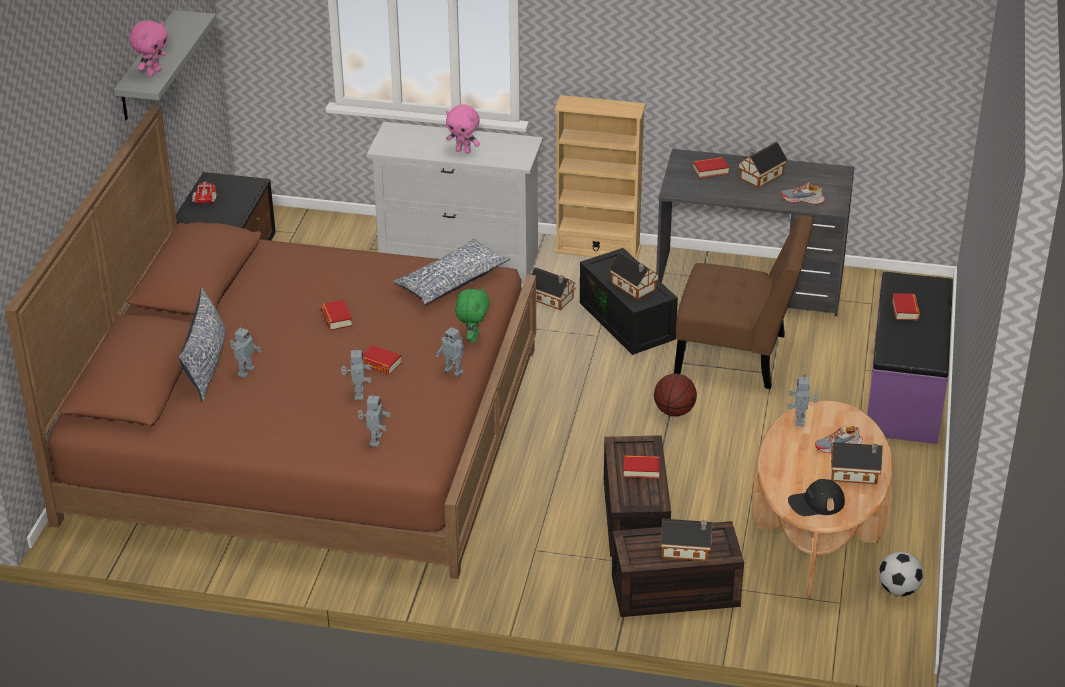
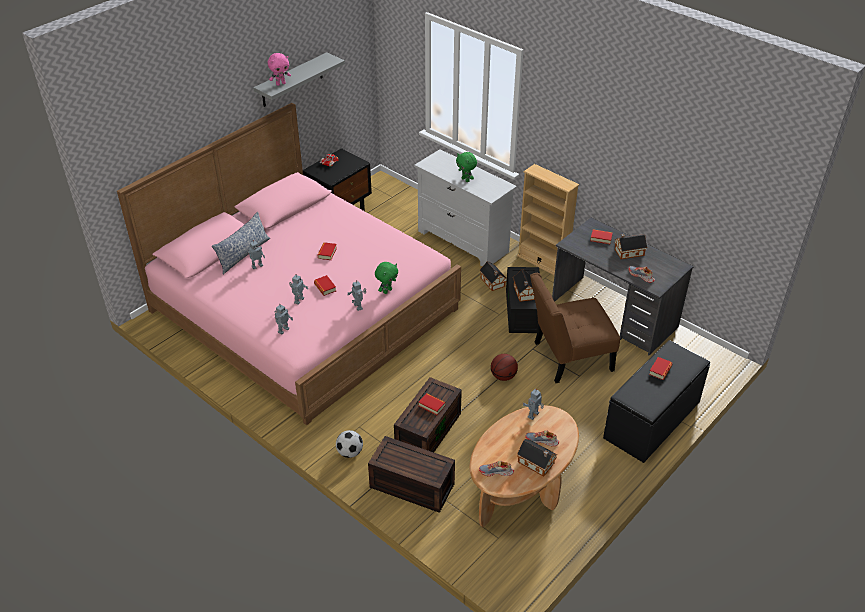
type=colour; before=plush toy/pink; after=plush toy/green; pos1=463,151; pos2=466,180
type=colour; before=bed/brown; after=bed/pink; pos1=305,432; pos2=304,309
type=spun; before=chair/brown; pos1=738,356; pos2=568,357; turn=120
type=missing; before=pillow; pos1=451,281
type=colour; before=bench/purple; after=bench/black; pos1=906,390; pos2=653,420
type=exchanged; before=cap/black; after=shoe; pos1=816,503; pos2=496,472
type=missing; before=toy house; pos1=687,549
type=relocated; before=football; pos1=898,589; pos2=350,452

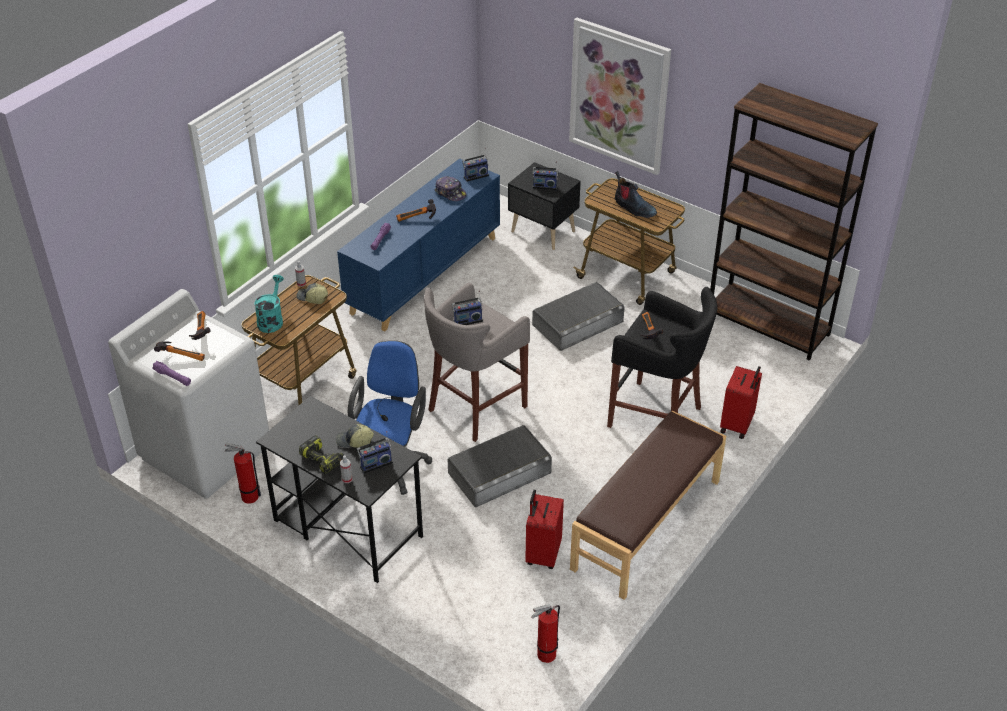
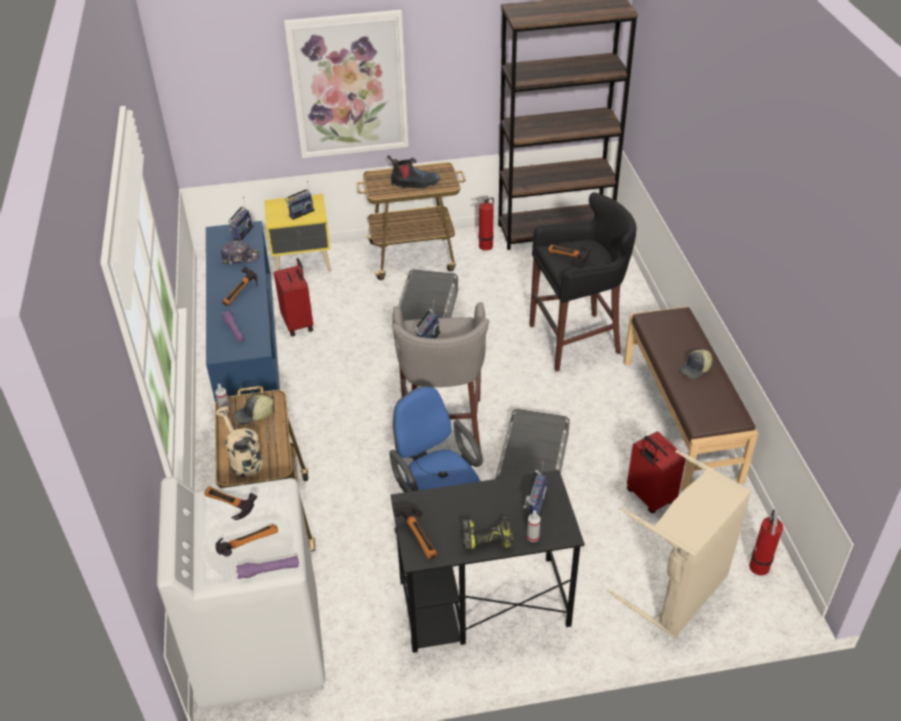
type=colour; before=nightstand/black; after=nightstand/yellow; pos1=543,232; pos2=303,263
type=colour; before=watering can/turquoise; after=watering can/beige; pos1=271,320; pos2=243,459
type=relocated; before=suitcase/red; pos1=737,425; pos2=298,324
type=relocated; before=cap; pos1=354,441; pos2=695,369
type=relocated; before=fire extinguisher; pos1=247,496; pos2=484,247
type=appeared; after=laundry basket/beige; pos2=678,592
type=appeared; after=hammer; pos2=421,537

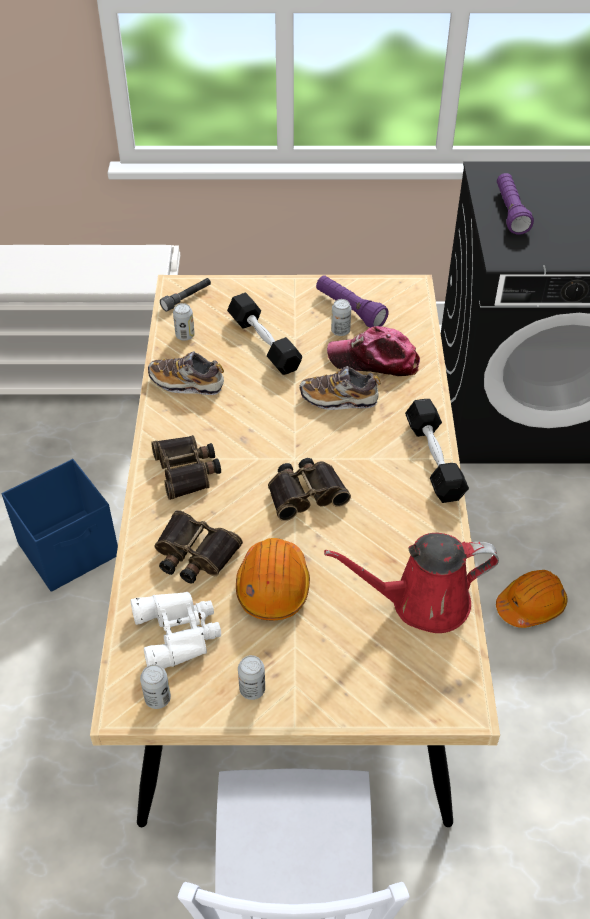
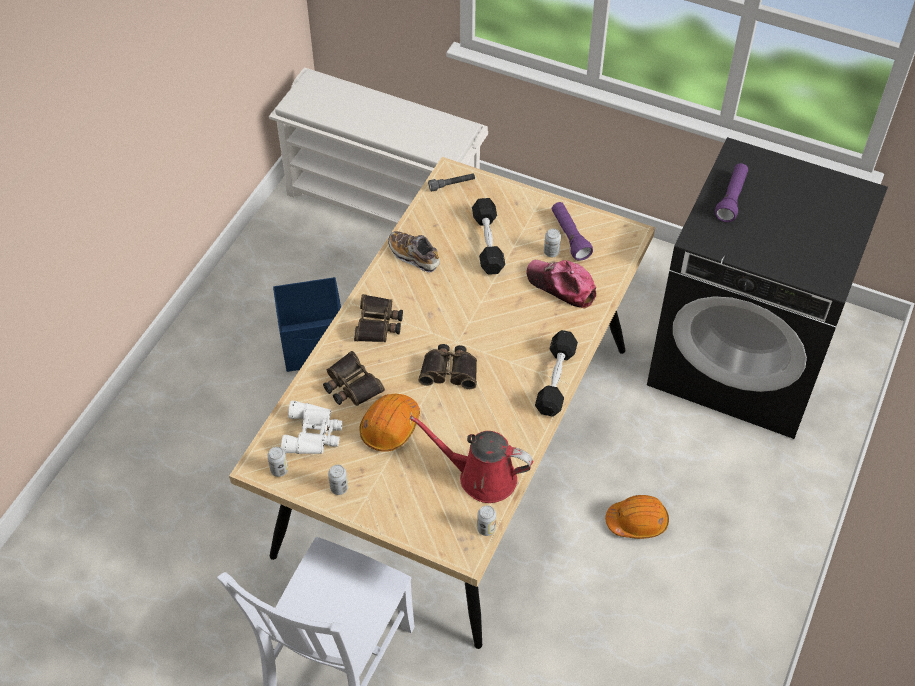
type=relocated; before=can; pos1=185,335; pos2=486,529
type=missing; before=shoe; pos1=339,399

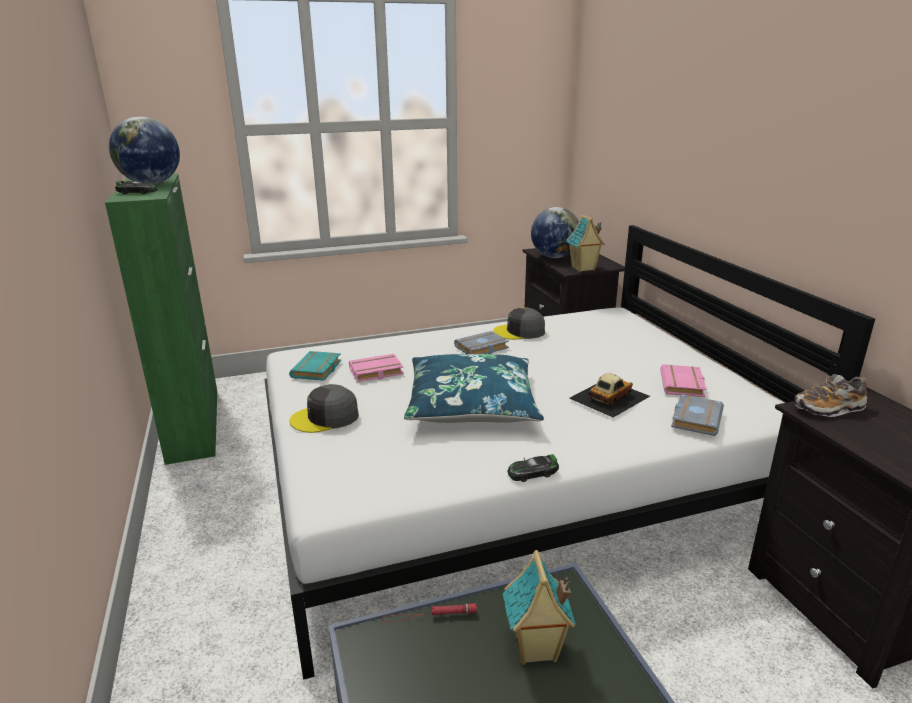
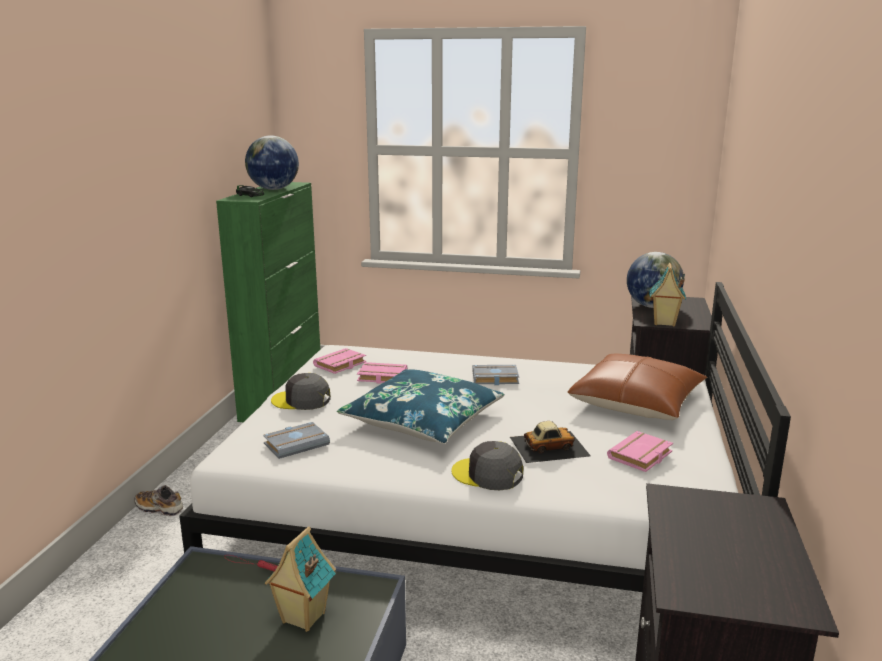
type=relocated; before=cap/grey; pos1=520,332; pos2=487,474
type=colour; before=book/turquoise; after=book/pink; pos1=317,370; pos2=340,365
type=relocated; before=shoe; pos1=828,409; pos2=159,509
type=relocated; before=book/grey; pos1=694,418; pos2=297,444
type=missing; before=toy car; pos1=533,472
type=appeared; after=pillow/brown; pos2=637,402

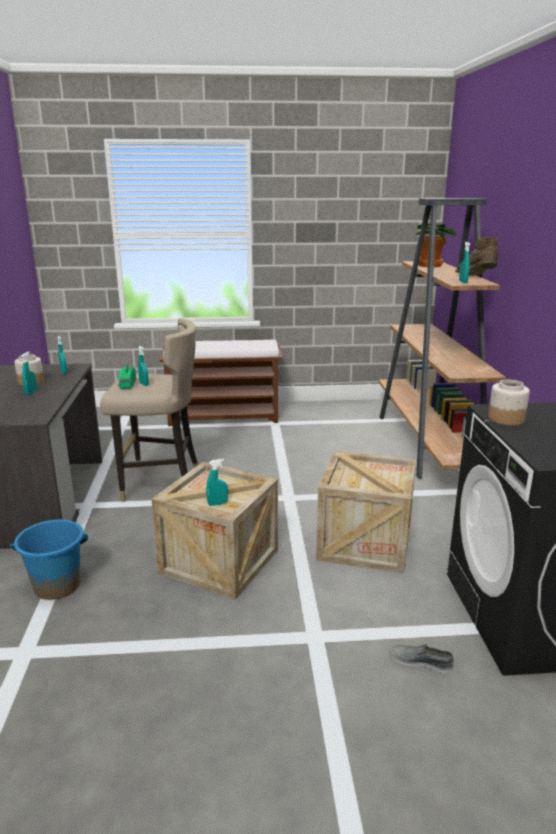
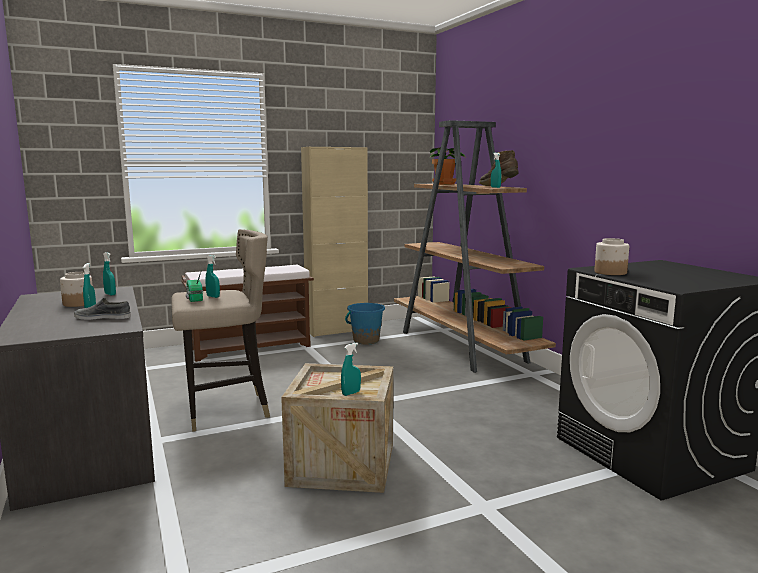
type=missing; before=crate; pos1=365,543
type=relocated; before=bucket/blue; pos1=57,586; pos2=366,340
type=relocated; before=shoe/grey; pos1=420,661; pos2=103,317
type=appeared; after=cabinet/beige; pos2=336,330

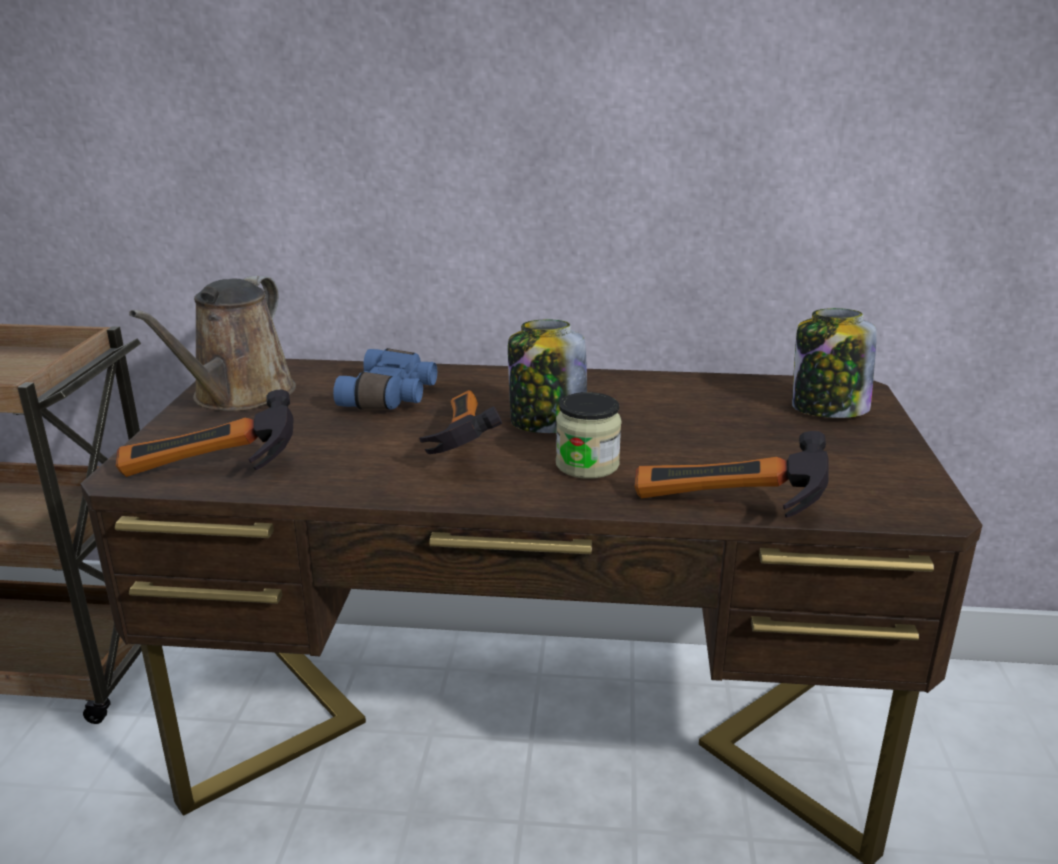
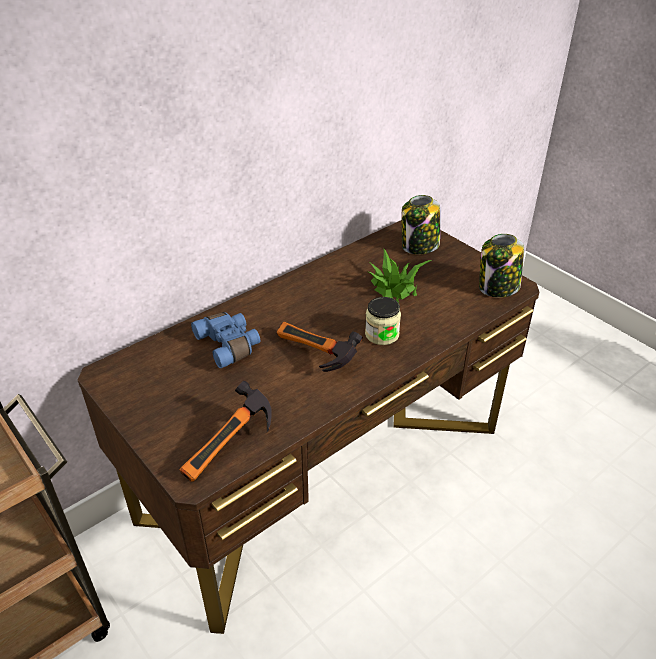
type=missing; before=watering can/brown; pos1=238,396
type=relocated; before=jar; pos1=546,423; pos2=498,287
type=missing; before=hammer; pos1=726,510
type=appeared; after=potted plant; pos2=394,288

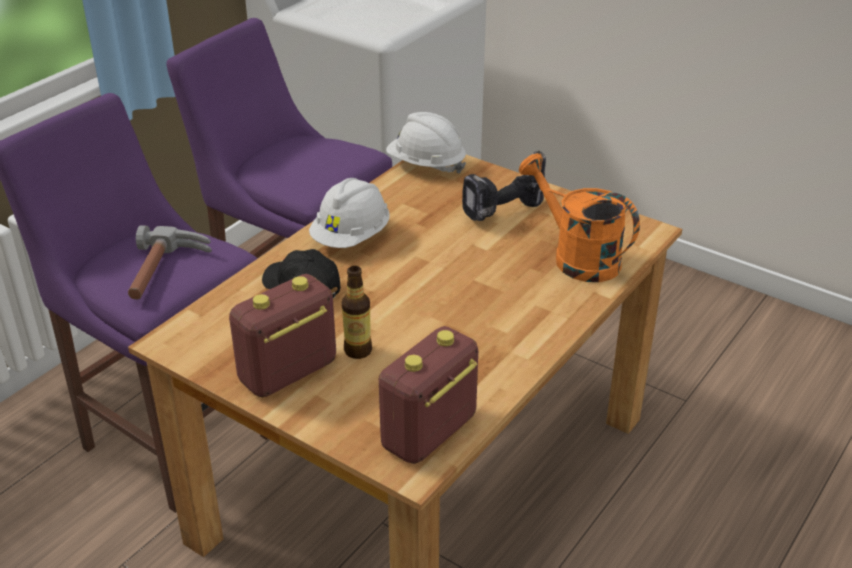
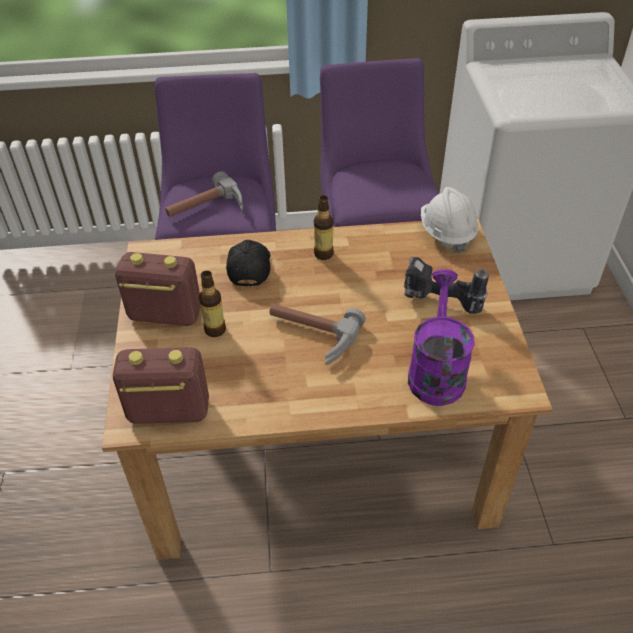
type=colour; before=watering can/orange; after=watering can/purple; pos1=576,257; pos2=436,370
type=exchanged; before=hard hat/white; after=bottle; pos1=351,237; pos2=323,254
type=appeared; after=hammer; pos2=310,336

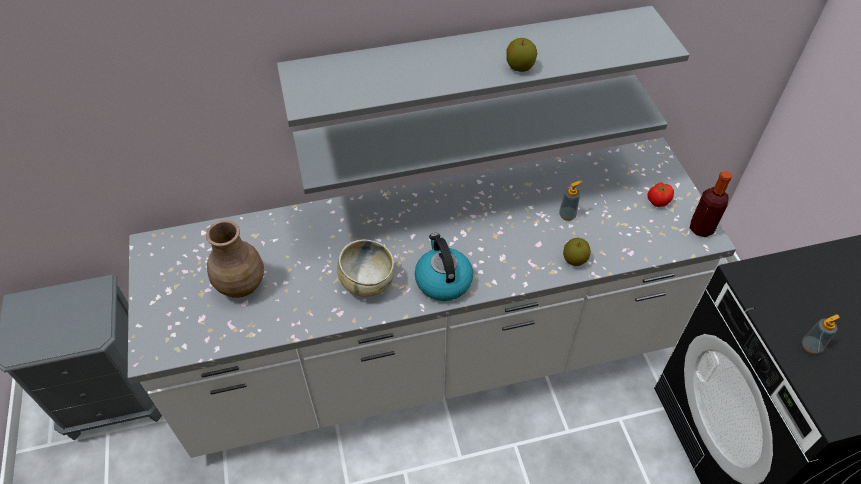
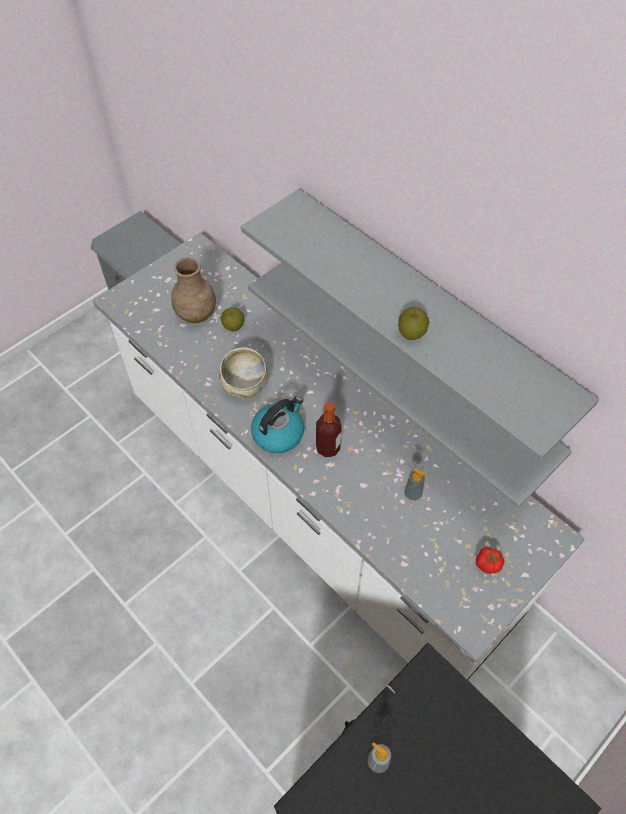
type=relocated; before=bottle; pos1=701,228; pos2=328,448
type=relocated; before=apple; pos1=574,260; pos2=233,326

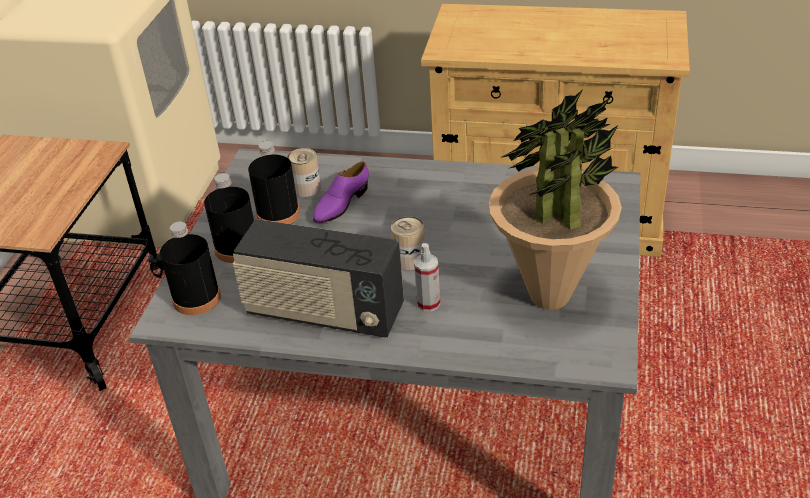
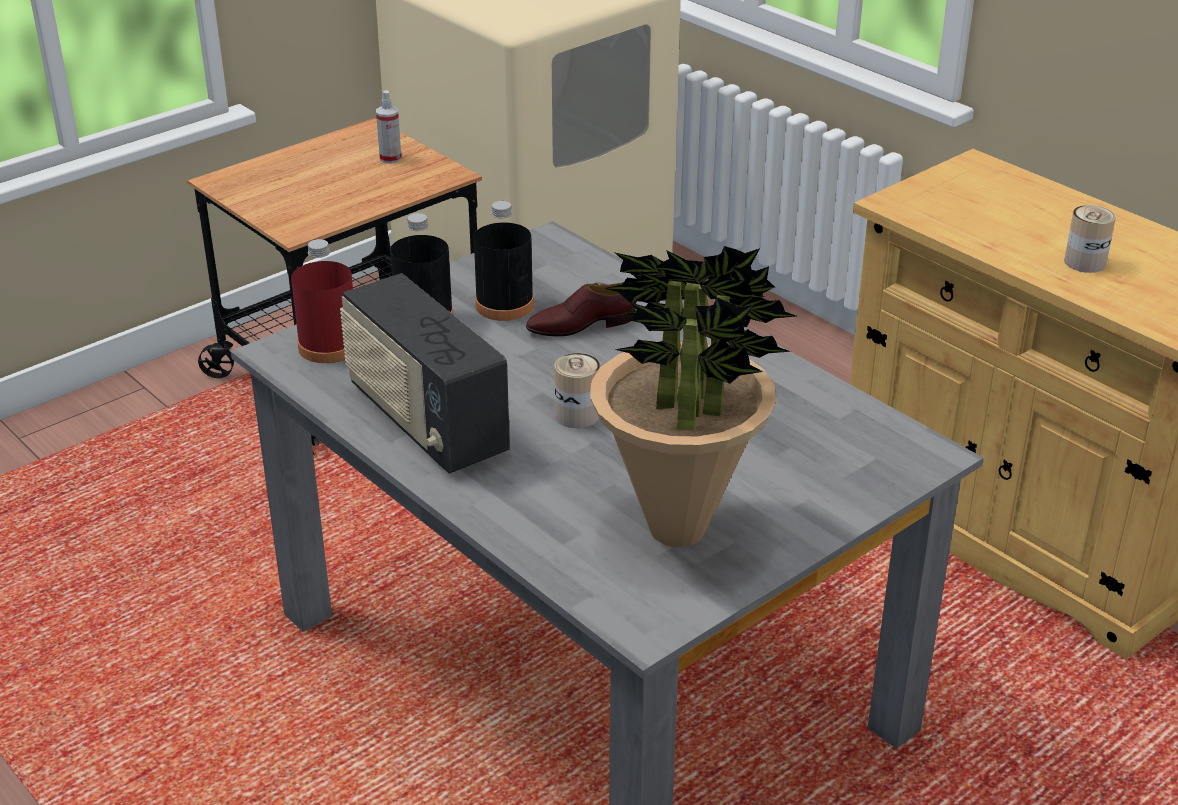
type=relocated; before=can; pos1=306,188; pos2=1085,262
type=colour; before=shoe/purple; after=shoe/brown; pos1=341,204; pos2=581,325
type=colour; before=bottle/black; after=bottle/red; pos1=196,298; pos2=328,346
type=relocated; before=spray bottle; pos1=428,303; pos2=390,158

